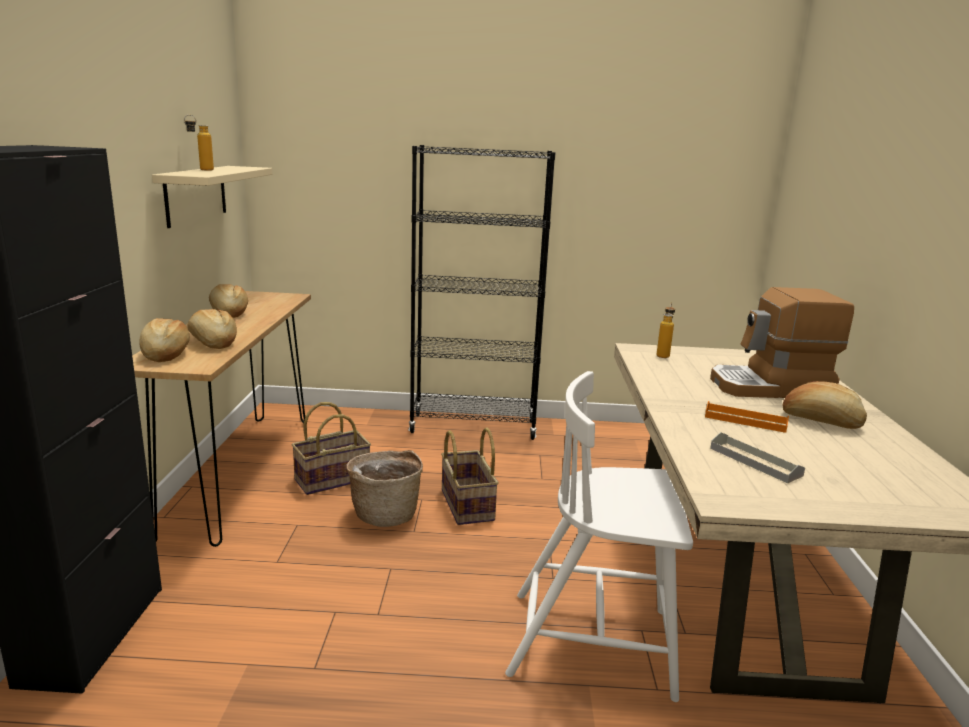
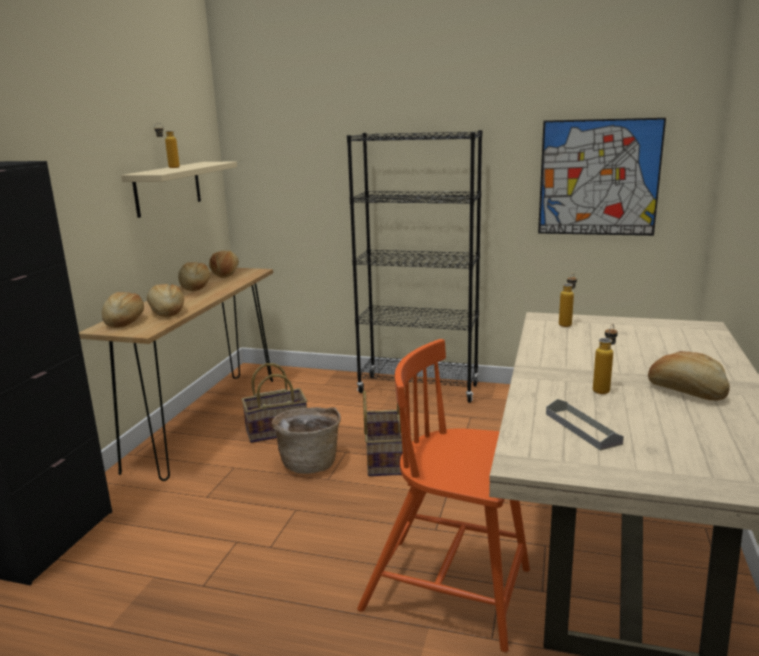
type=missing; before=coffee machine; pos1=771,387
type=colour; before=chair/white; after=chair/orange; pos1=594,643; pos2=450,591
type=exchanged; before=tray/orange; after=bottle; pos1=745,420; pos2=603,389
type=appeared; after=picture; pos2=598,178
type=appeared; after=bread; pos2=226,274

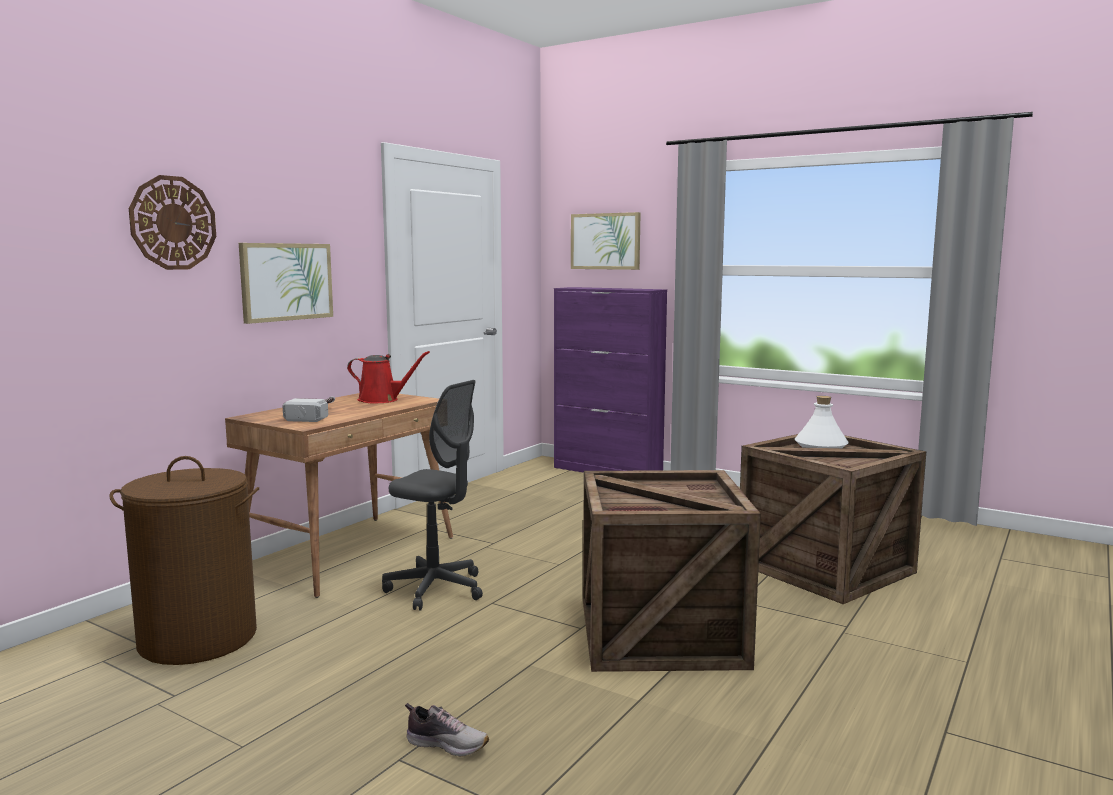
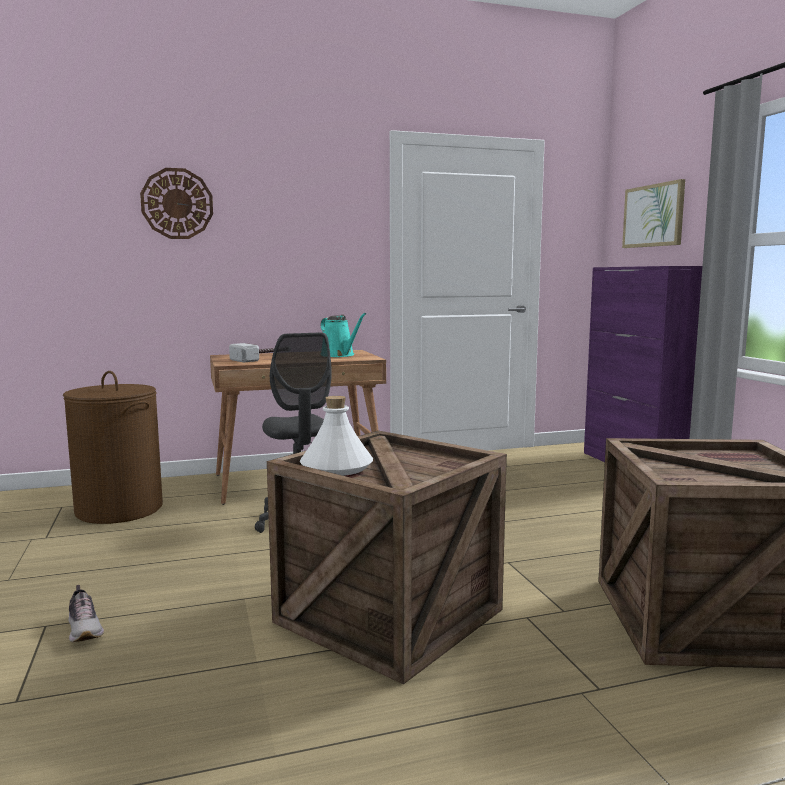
type=missing; before=picture; pos1=286,281
type=colour; before=watering can/red; after=watering can/turquoise; pos1=382,400; pos2=339,355
type=relocated; before=bottle/white; pos1=820,446; pos2=336,467

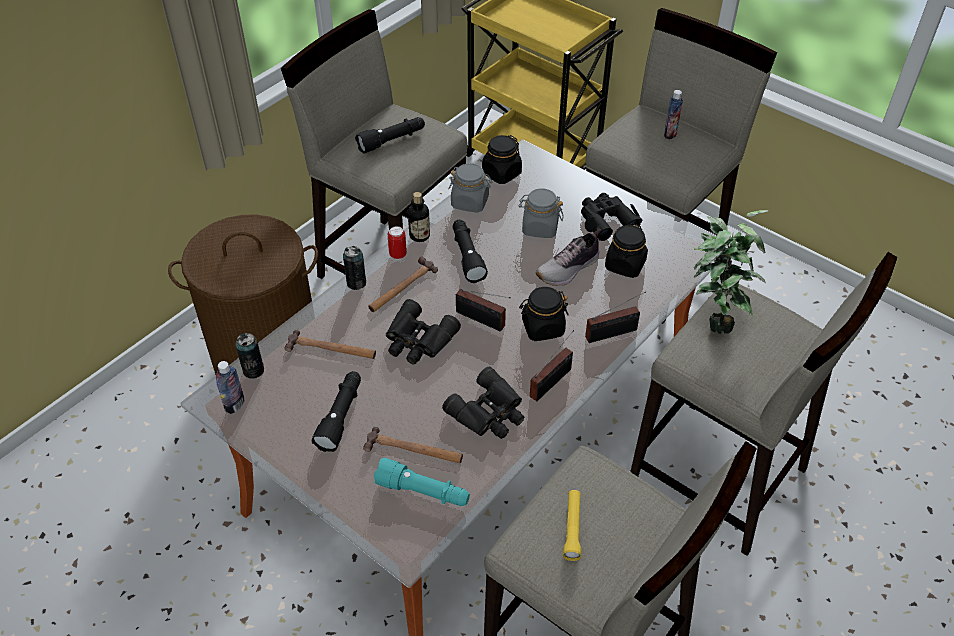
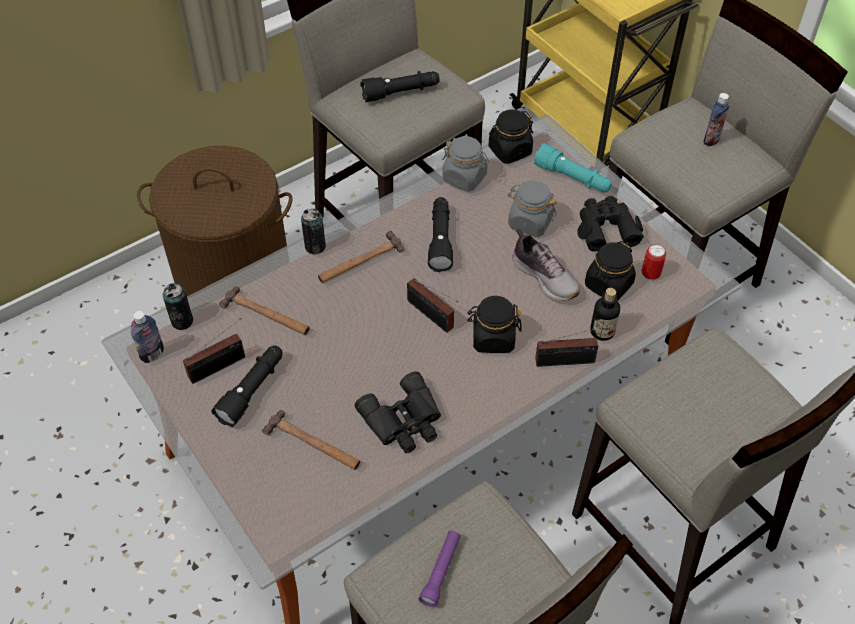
type=relocated; before=bottle; pos1=419,235; pos2=602,331
type=missing; before=potted plant; pos1=714,317
type=relocated; before=can; pos1=398,255; pos2=650,274
type=spun; before=shoe; pos1=569,269; pos2=545,277; turn=-105
type=missing; before=binoculars/black; pos1=418,340
type=relocated; before=radio; pos1=553,381; pos2=220,366
type=relocated; before=flashlight/turquoise; pos1=423,492; pos2=572,178
type=colour; before=flashlight/yellow; after=flashlight/purple; pos1=572,528; pos2=441,571

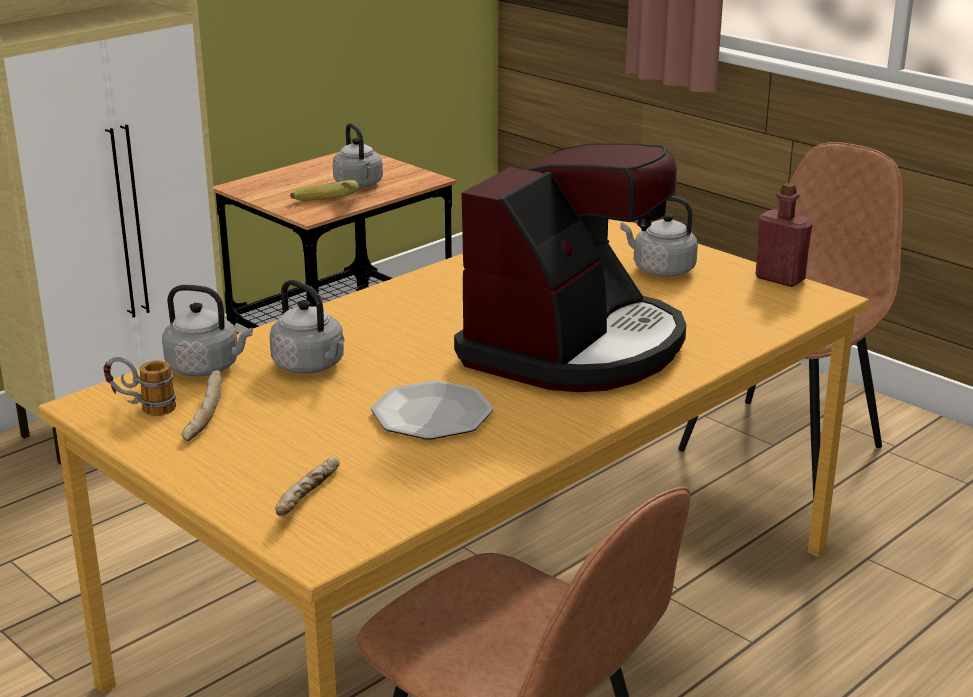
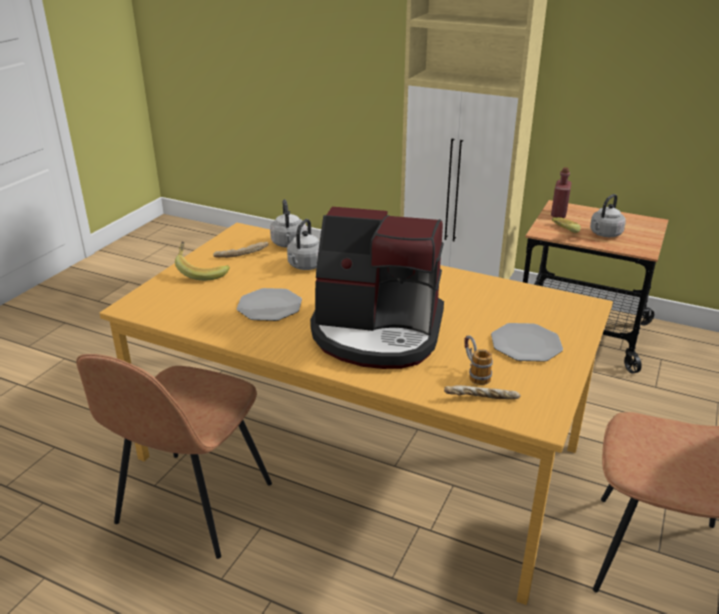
type=relocated; before=bottle/red; pos1=780,279; pos2=558,214
type=exchanged; before=kettle/grey; after=plate; pos1=660,270; pos2=526,344
type=relocated; before=mug; pos1=143,409; pos2=474,373
type=relocated; before=bread; pos1=309,497; pos2=481,399
type=appeared; after=banana; pos2=201,272

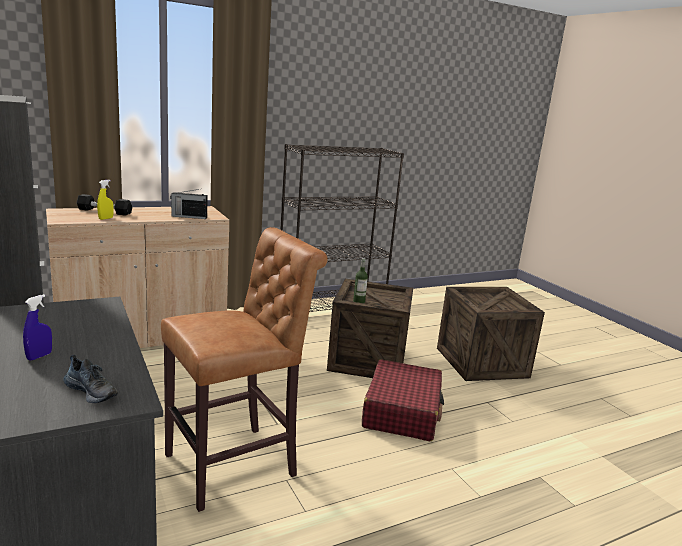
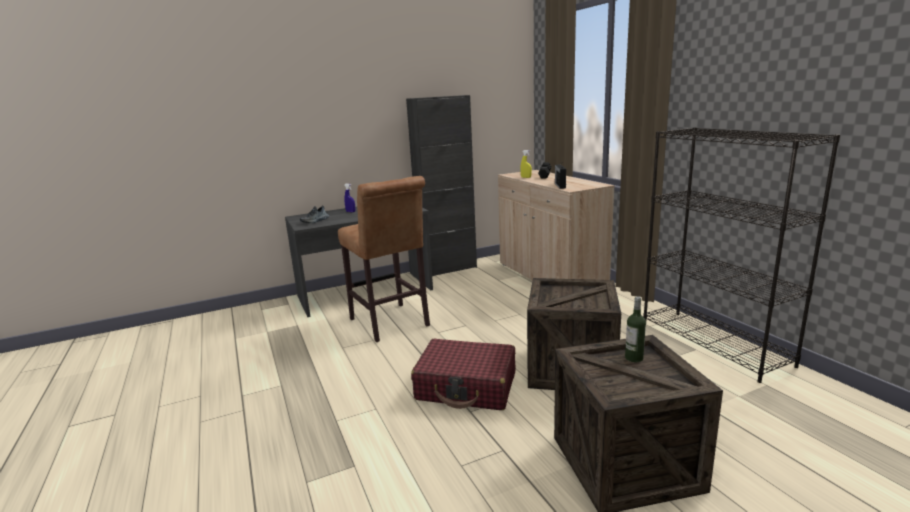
type=relocated; before=bottle; pos1=359,302; pos2=634,358

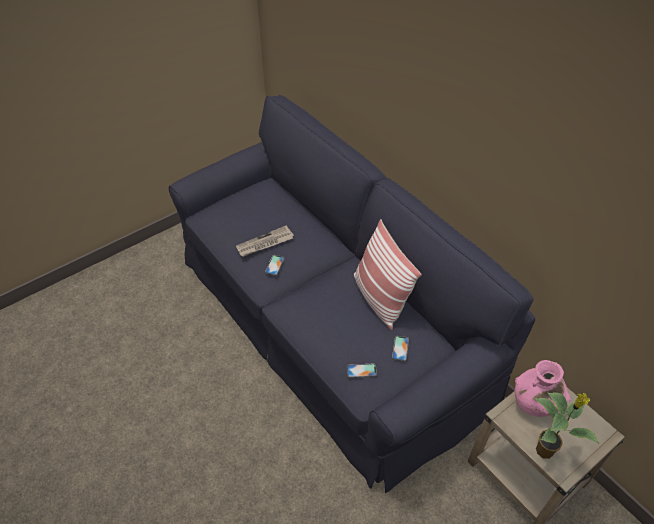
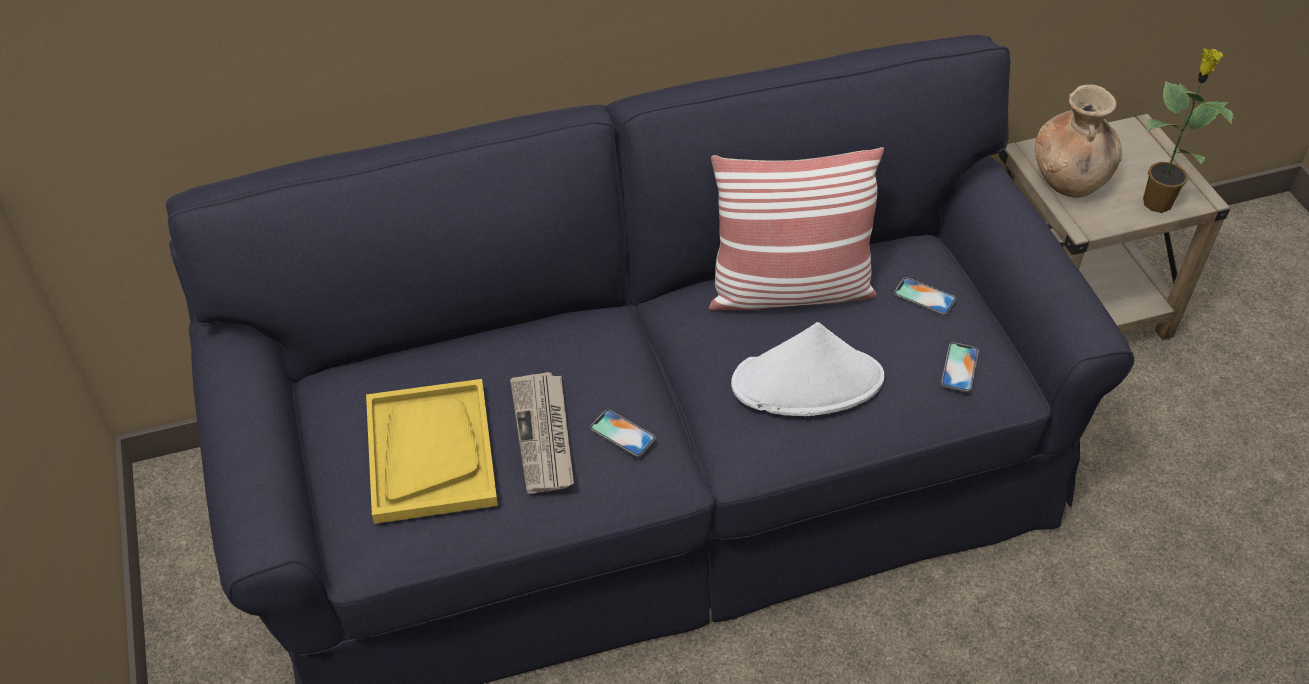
type=colour; before=vase/pink; after=vase/brown; pos1=535,403; pos2=1069,180
type=appeared; after=hat/white; pos2=808,382
type=appeared; after=tray/yellow; pos2=430,452

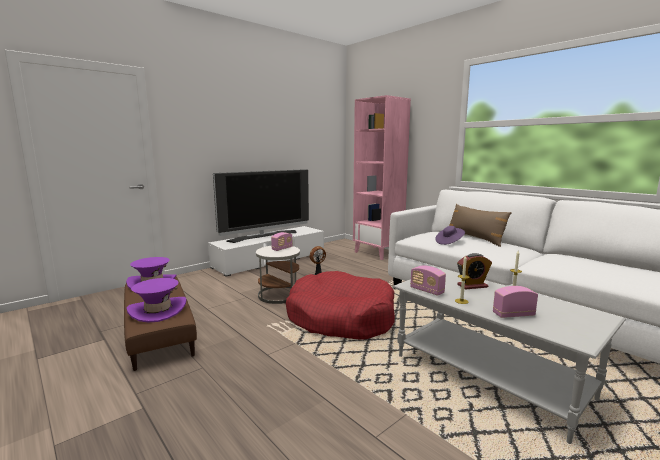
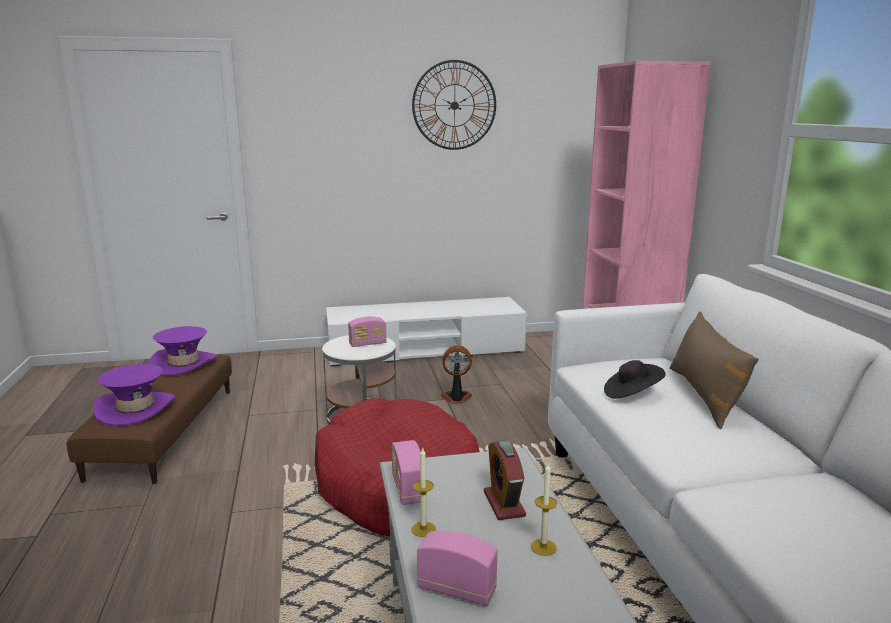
type=missing; before=television; pos1=264,236
type=colour; before=hat/purple; after=hat/black; pos1=449,242; pos2=631,394
type=spun; before=alarm clock; pos1=472,286; pos2=504,504; turn=60
type=appeared; after=wall clock; pos2=454,105

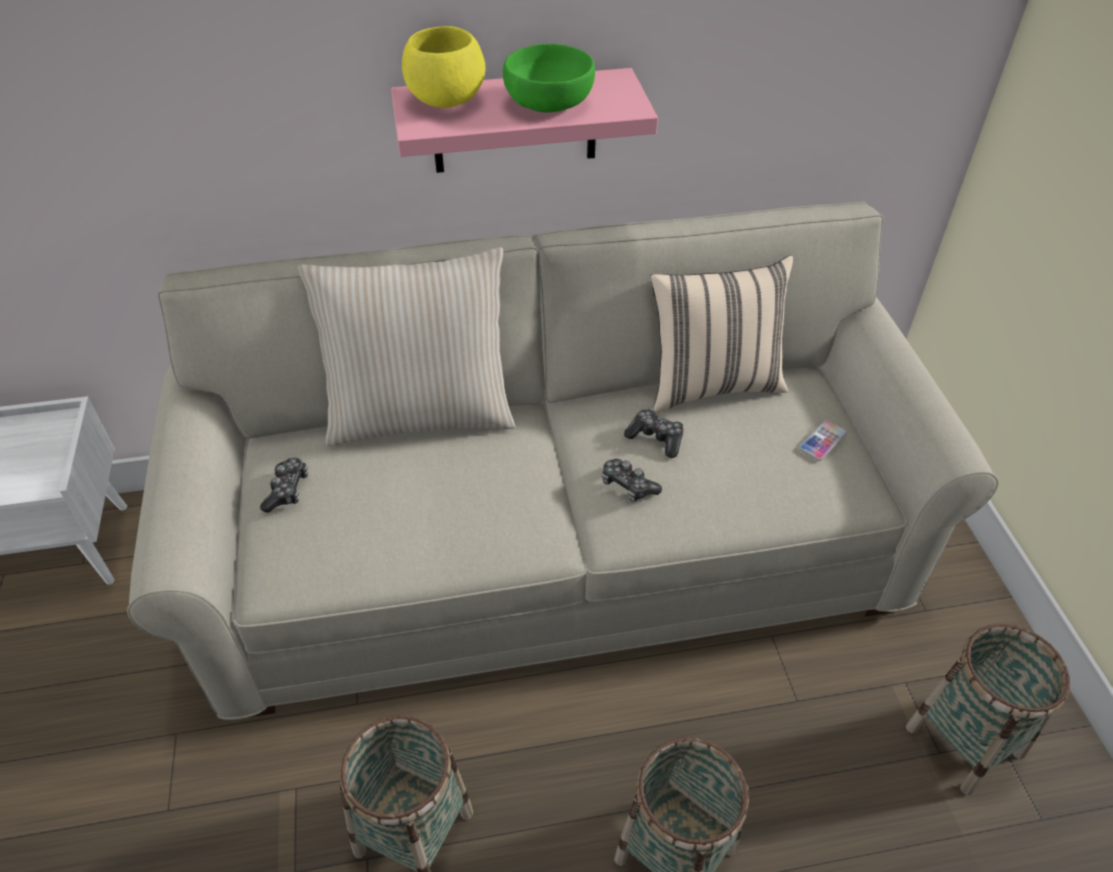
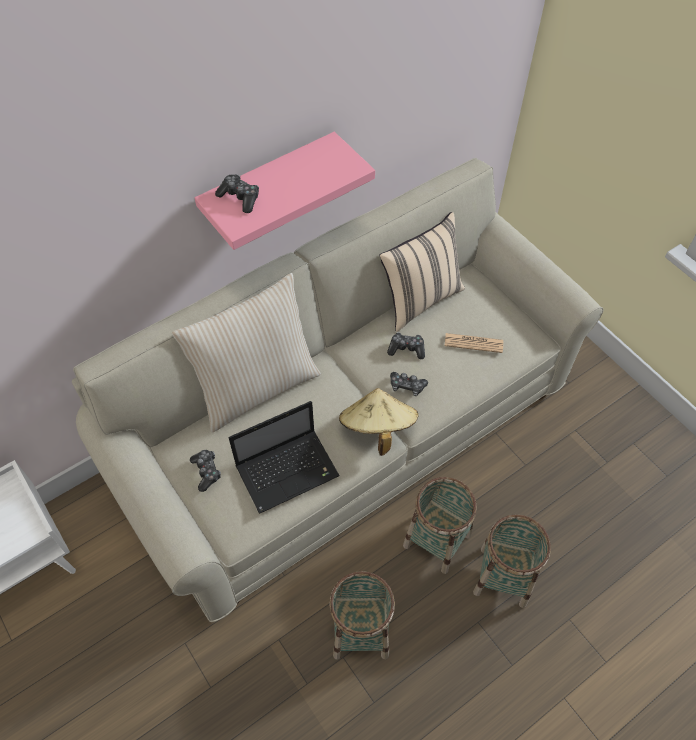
type=exchanged; before=bowl/yellow; after=game controller; pos1=447,101; pos2=240,198
type=missing; before=bowl/green; pos1=550,103
type=missing; before=phone; pos1=822,441
type=relocated; before=basket; pos1=964,740; pos2=437,540
type=appeared; after=newspaper; pos2=473,343
type=appeared; after=hat/beige; pos2=377,429
type=appeared; after=laptop; pos2=289,470

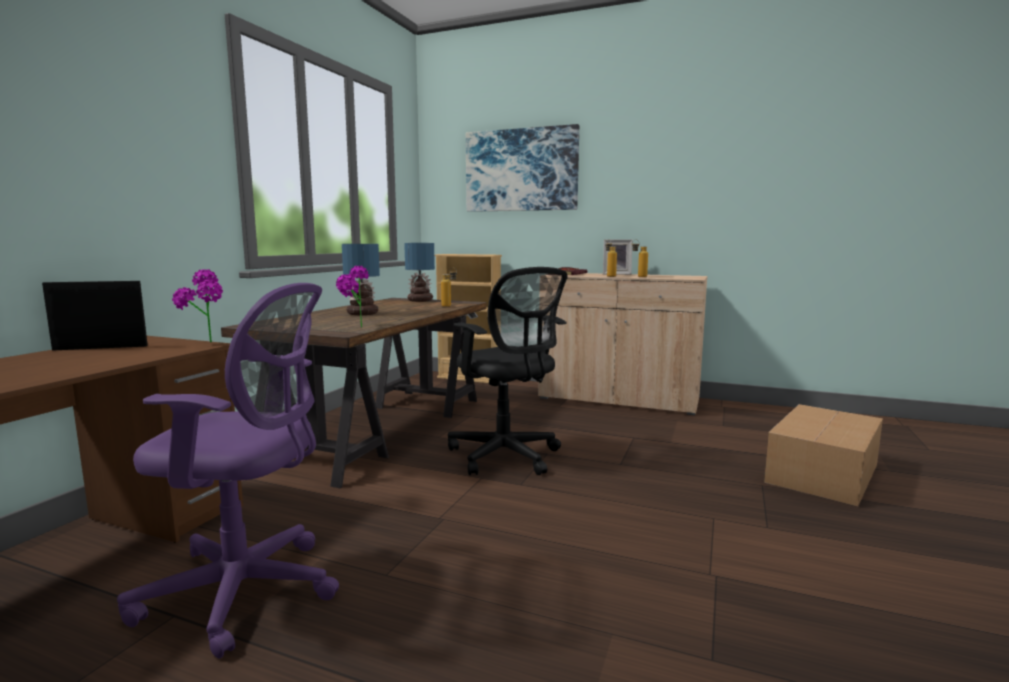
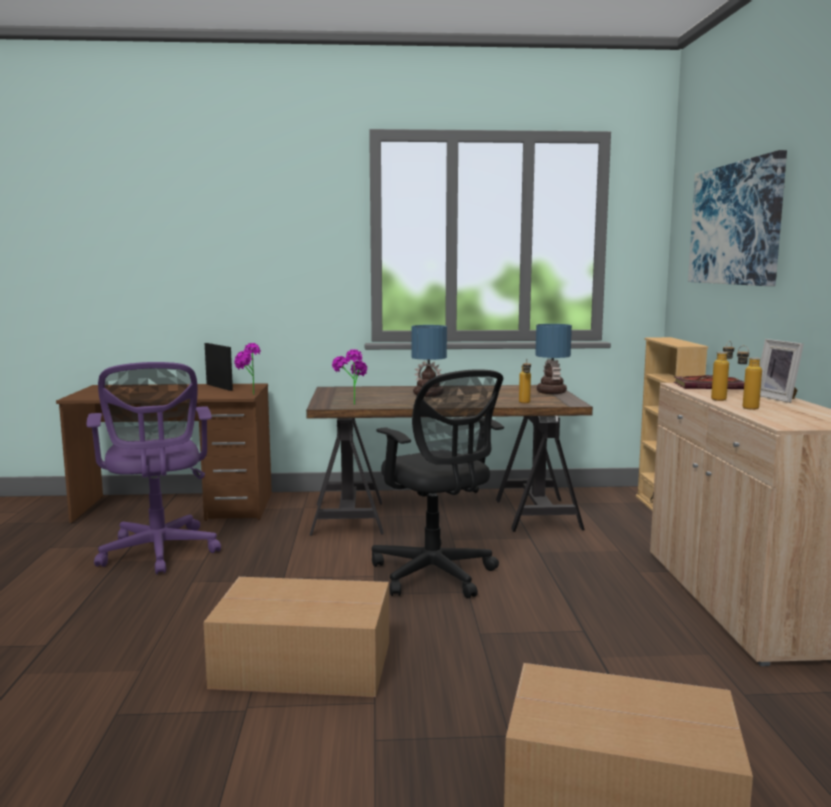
type=spun; before=office chair/black; pos1=507,456; pos2=436,576; turn=-60
type=appeared; after=cardboard box; pos2=305,665

